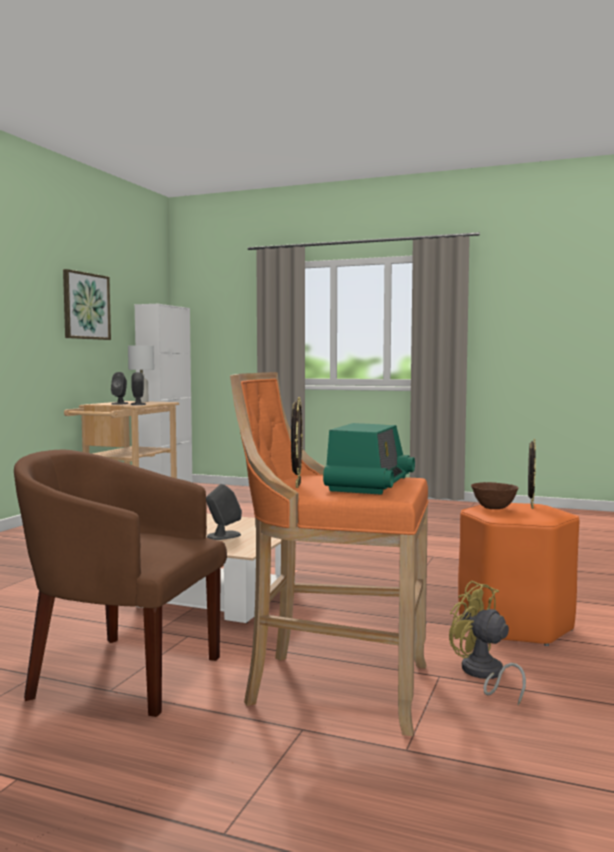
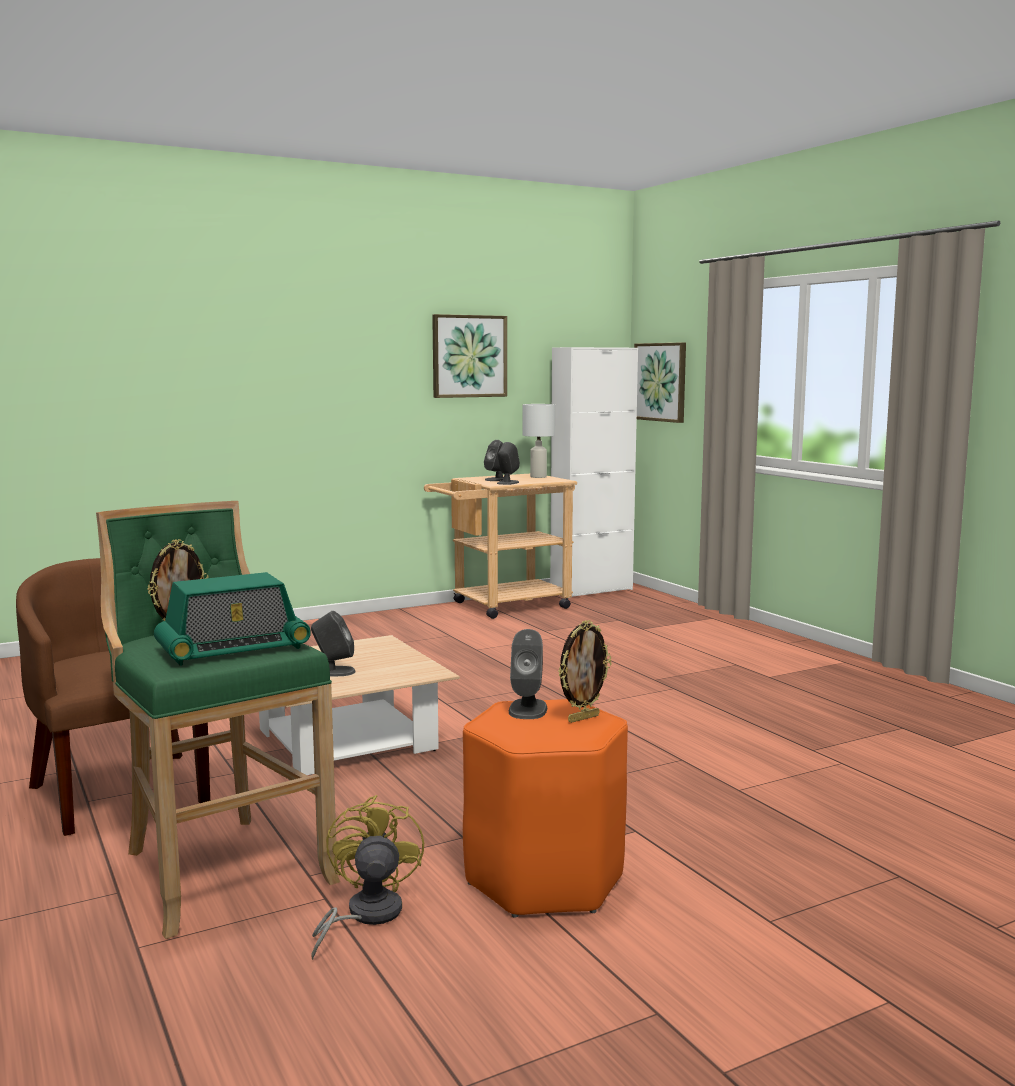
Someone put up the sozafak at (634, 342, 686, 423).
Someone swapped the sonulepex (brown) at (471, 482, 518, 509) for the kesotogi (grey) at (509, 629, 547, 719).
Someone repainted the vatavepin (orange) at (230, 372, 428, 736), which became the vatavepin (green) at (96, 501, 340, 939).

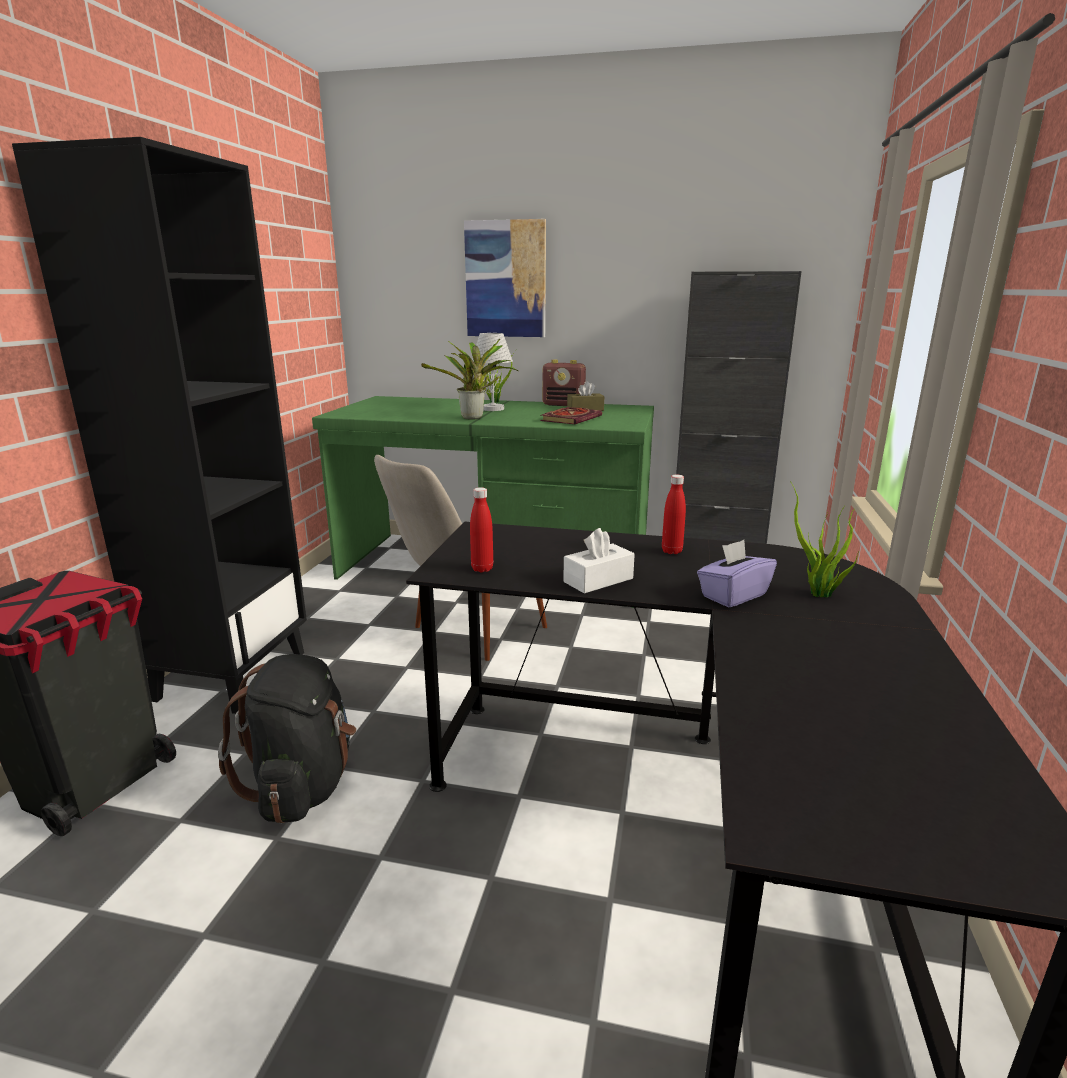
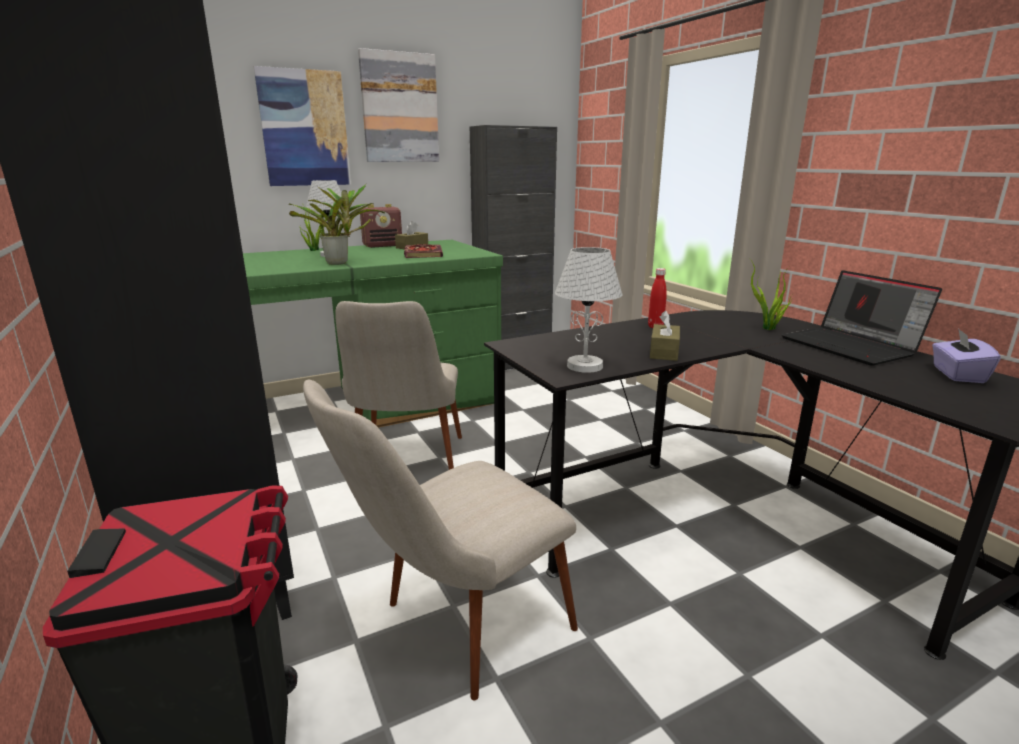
Someone put up the sozafak at (358, 48, 439, 162).
Someone put down the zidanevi at (782, 270, 942, 366).
Someone carried the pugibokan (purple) from (697, 540, 777, 608) to (932, 328, 1001, 383).
Someone swapped the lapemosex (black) at (218, 654, 356, 824) for the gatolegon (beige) at (303, 380, 578, 700).
Someone swapped the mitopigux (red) at (470, 487, 493, 572) for the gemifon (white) at (555, 247, 622, 373).
Someone repainted the pugibokan (white) at (563, 528, 635, 594), which became the pugibokan (brown) at (650, 311, 680, 361).

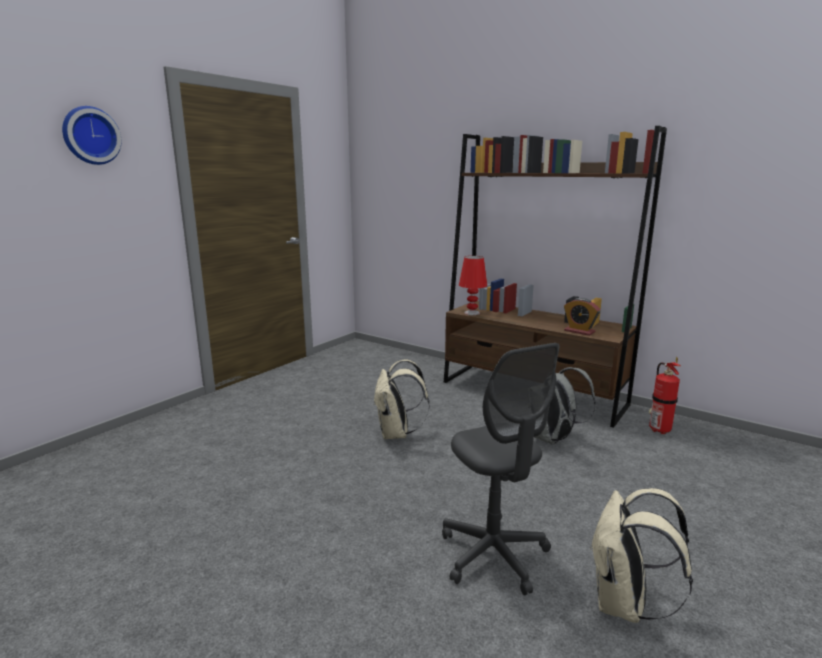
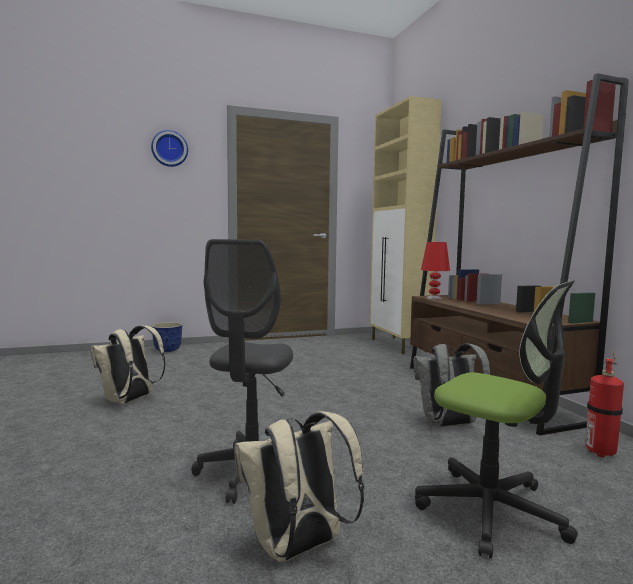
Someone took away the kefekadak at (564, 298, 600, 336).
Someone put down the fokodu at (152, 322, 182, 352).
Someone put down the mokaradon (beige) at (370, 96, 442, 354).
Someone put down the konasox at (415, 280, 578, 559).
Someone carried the lapemosex (beige) from (373, 359, 430, 439) to (90, 325, 166, 404).

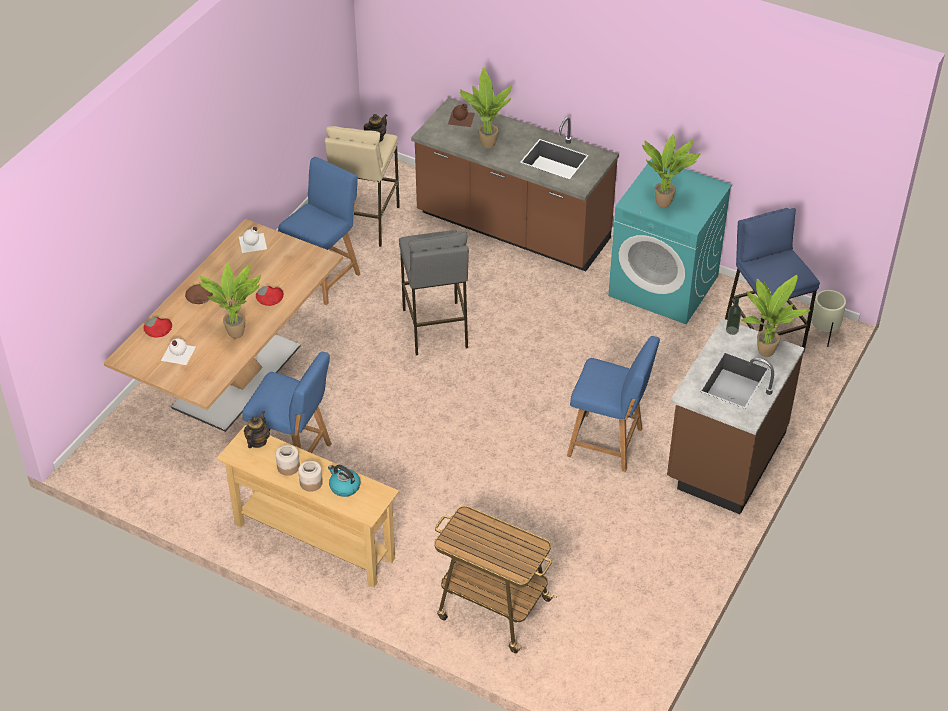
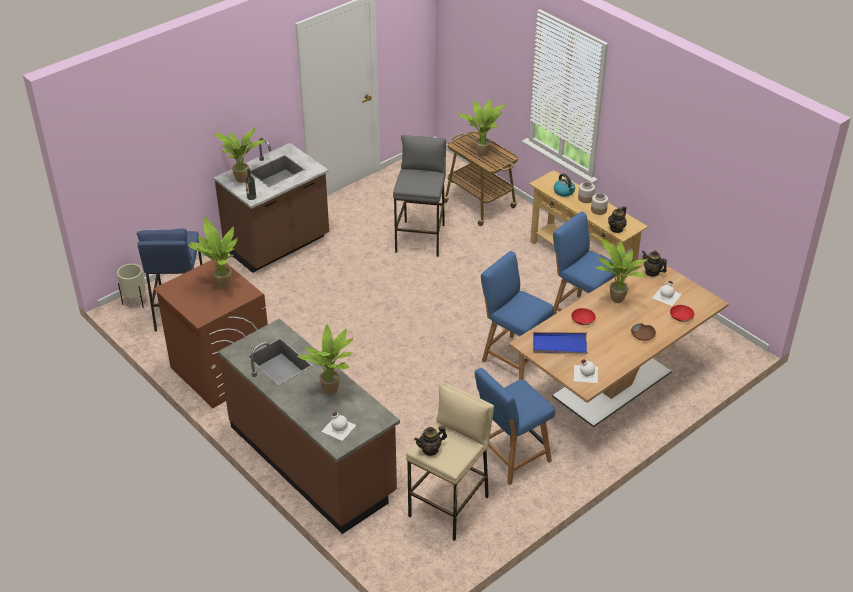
Someone put down the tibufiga at (458, 99, 507, 156).
Someone put down the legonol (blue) at (533, 332, 588, 354).
Someone put down the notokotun at (642, 250, 667, 277).
Someone carried the vatavepin (grey) from (399, 230, 469, 356) to (393, 135, 446, 257).
Someone carried the gatolegon (blue) from (567, 336, 660, 472) to (481, 251, 554, 380).
Someone repainted the mitopigux (brown) at (448, 104, 475, 127), which became the mitopigux (white) at (321, 412, 356, 441).
Someone repainted the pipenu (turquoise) at (608, 158, 732, 324), which became the pipenu (brown) at (153, 258, 268, 408).

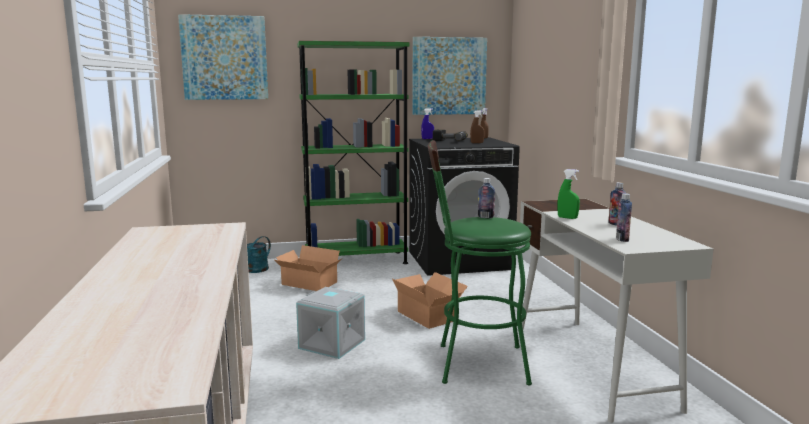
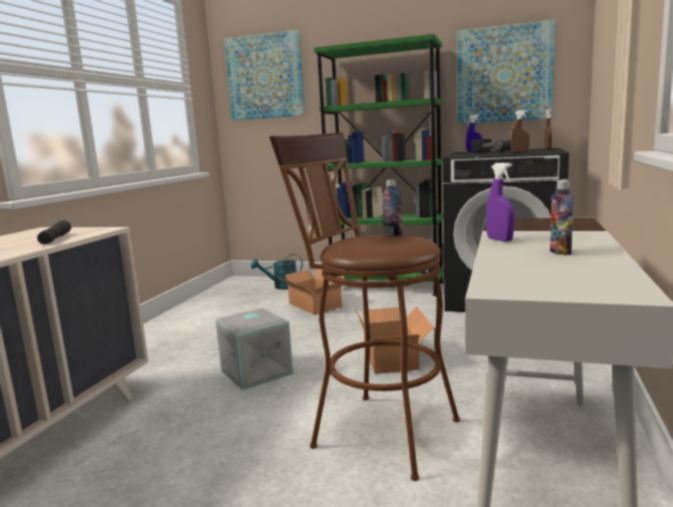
Someone took away the mitopigux at (616, 193, 632, 242).
Someone put down the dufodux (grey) at (37, 220, 71, 244).
Someone repainted the vatavepin (green) at (428, 140, 532, 386), which became the vatavepin (brown) at (269, 132, 460, 481).
Someone repainted the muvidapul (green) at (557, 169, 580, 219), which became the muvidapul (purple) at (486, 163, 515, 241).

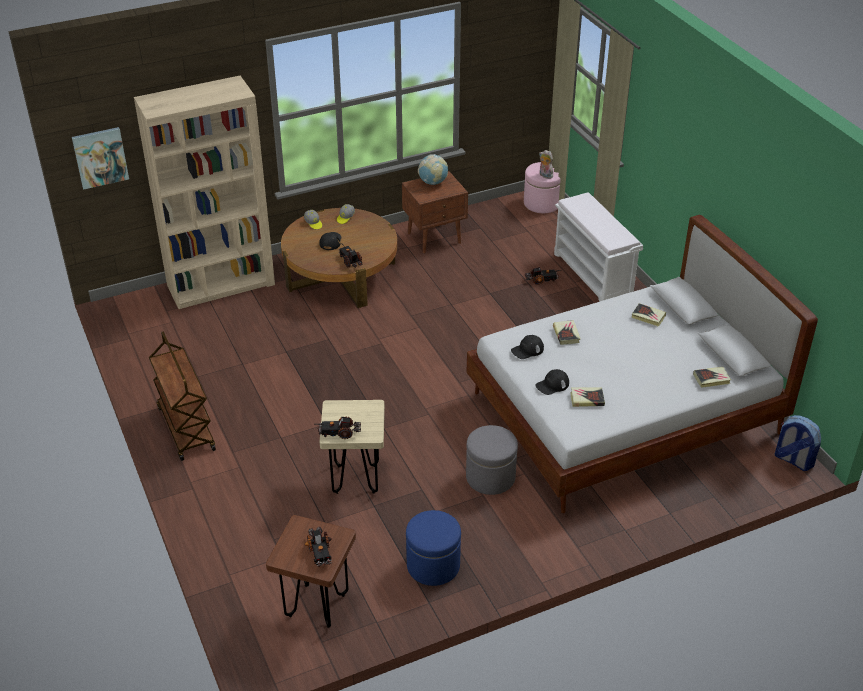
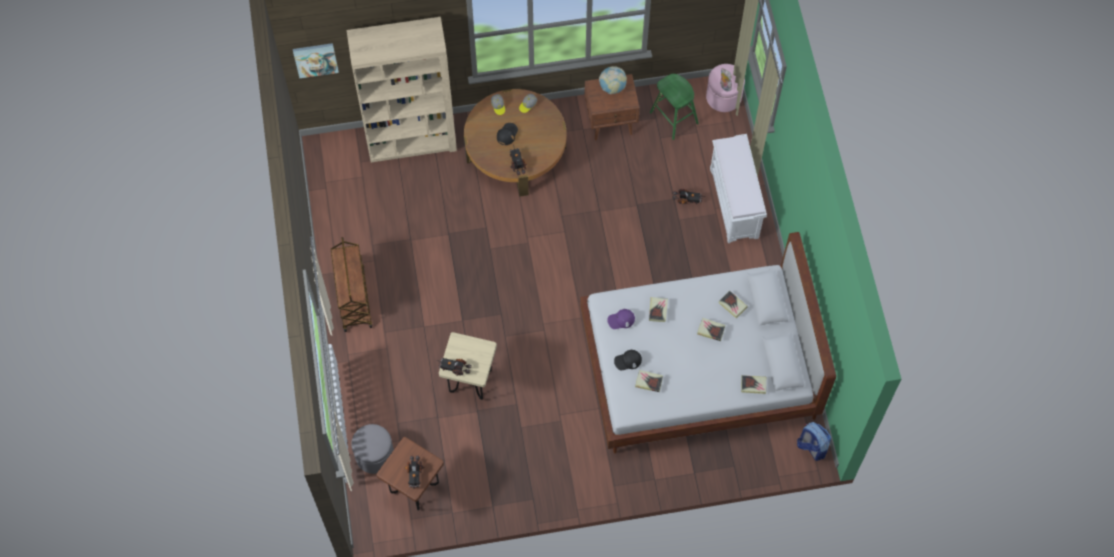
Someone took away the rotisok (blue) at (406, 510, 461, 586).
Someone put down the vatavepin (green) at (650, 74, 699, 140).
Someone put down the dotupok at (697, 318, 725, 341).
Someone carried the rotisok (grey) from (466, 425, 518, 495) to (351, 424, 394, 474).
Someone repainted the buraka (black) at (511, 335, 544, 359), which became the buraka (purple) at (607, 309, 635, 329).

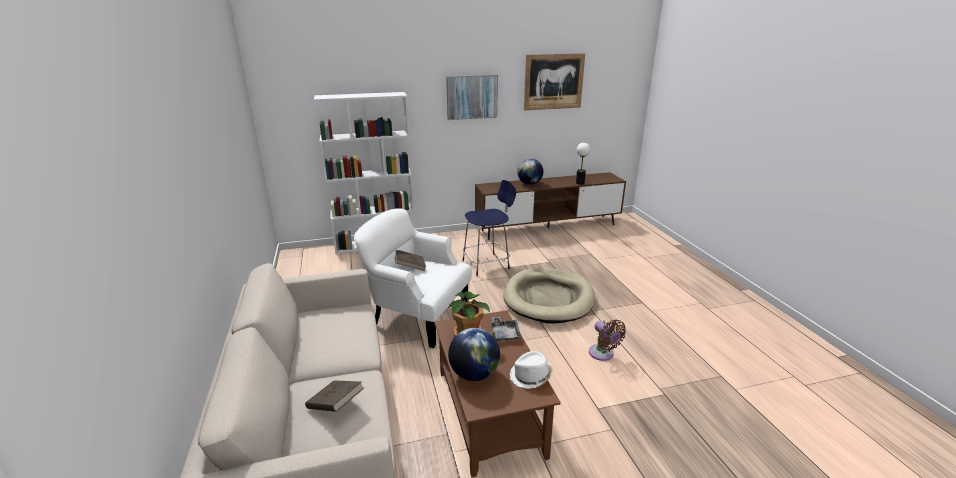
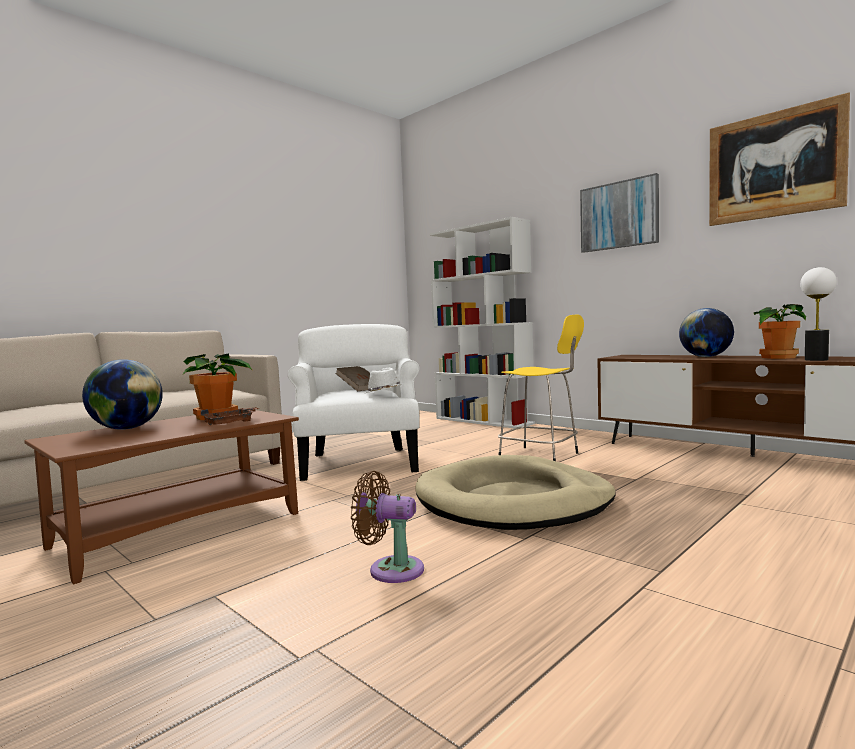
Someone took away the dotupok (brown) at (305, 380, 364, 412).
Someone put down the tibufiga at (754, 304, 806, 359).
Someone carried the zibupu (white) from (510, 351, 553, 389) to (366, 368, 402, 393).
Someone repainted the vatavepin (blue) at (462, 180, 516, 276), which became the vatavepin (yellow) at (498, 315, 584, 461).
Someone repainted the legonol (grey) at (491, 317, 521, 342), which became the legonol (brown) at (201, 407, 259, 425).
Someone rotated the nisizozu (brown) at (589, 320, 626, 361) by 75 degrees clockwise.

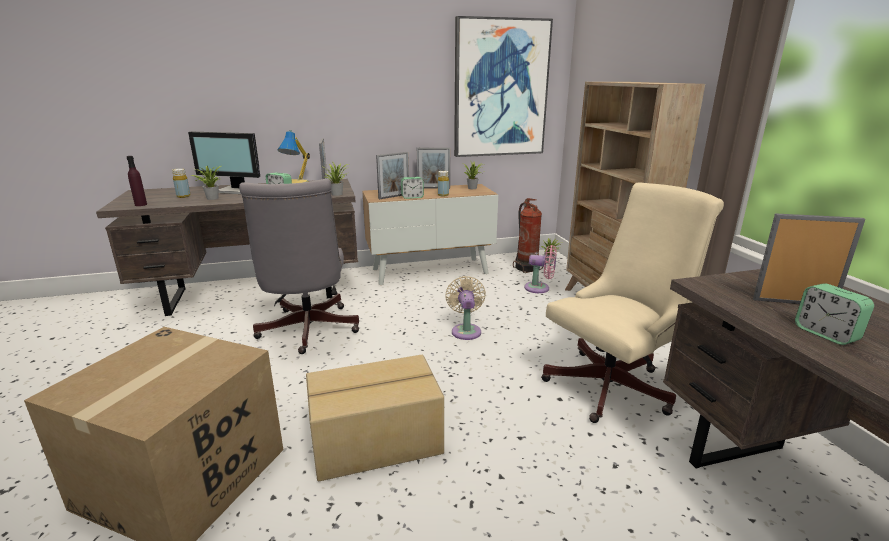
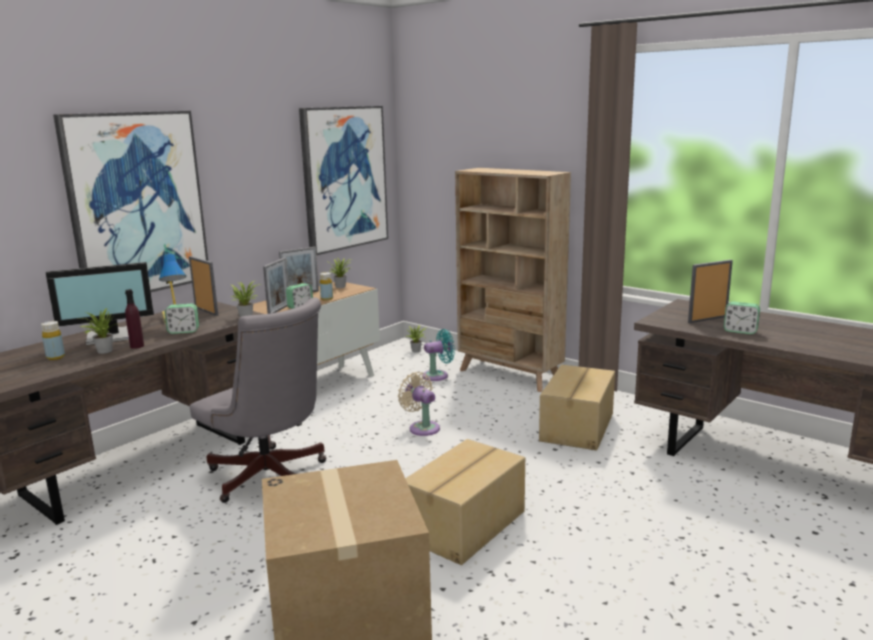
Someone took away the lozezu at (513, 198, 543, 273).
Someone put up the sozafak at (53, 111, 208, 292).
Someone carried the mitopigux (purple) from (127, 156, 147, 206) to (125, 289, 144, 349).
Someone swapped the konasox (beige) at (541, 183, 724, 423) for the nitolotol at (539, 365, 615, 450).
Someone repainted the nisizozu (pink) at (524, 245, 557, 293), which became the nisizozu (turquoise) at (423, 329, 455, 381).

